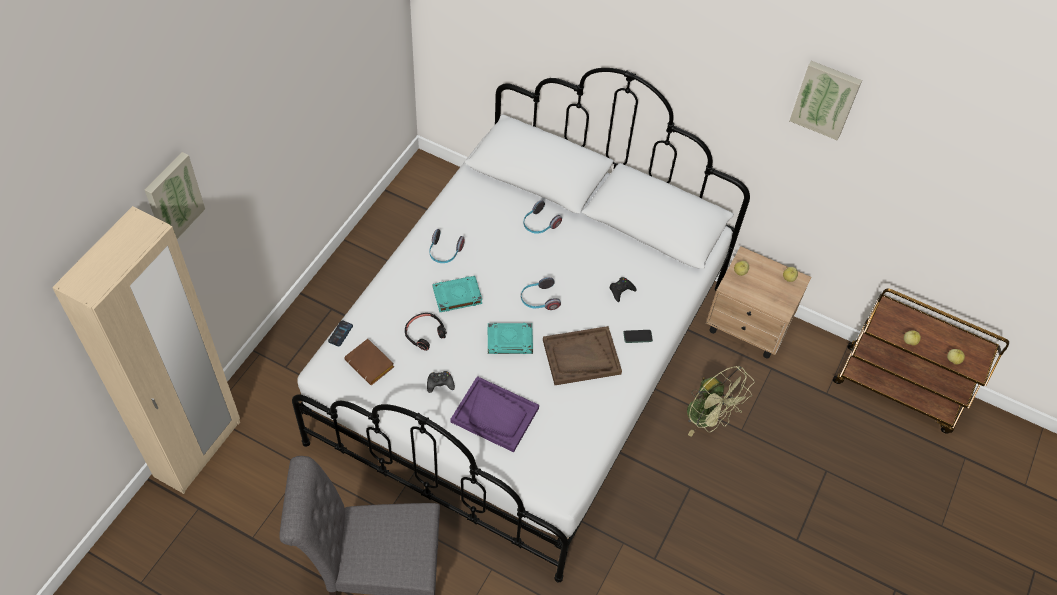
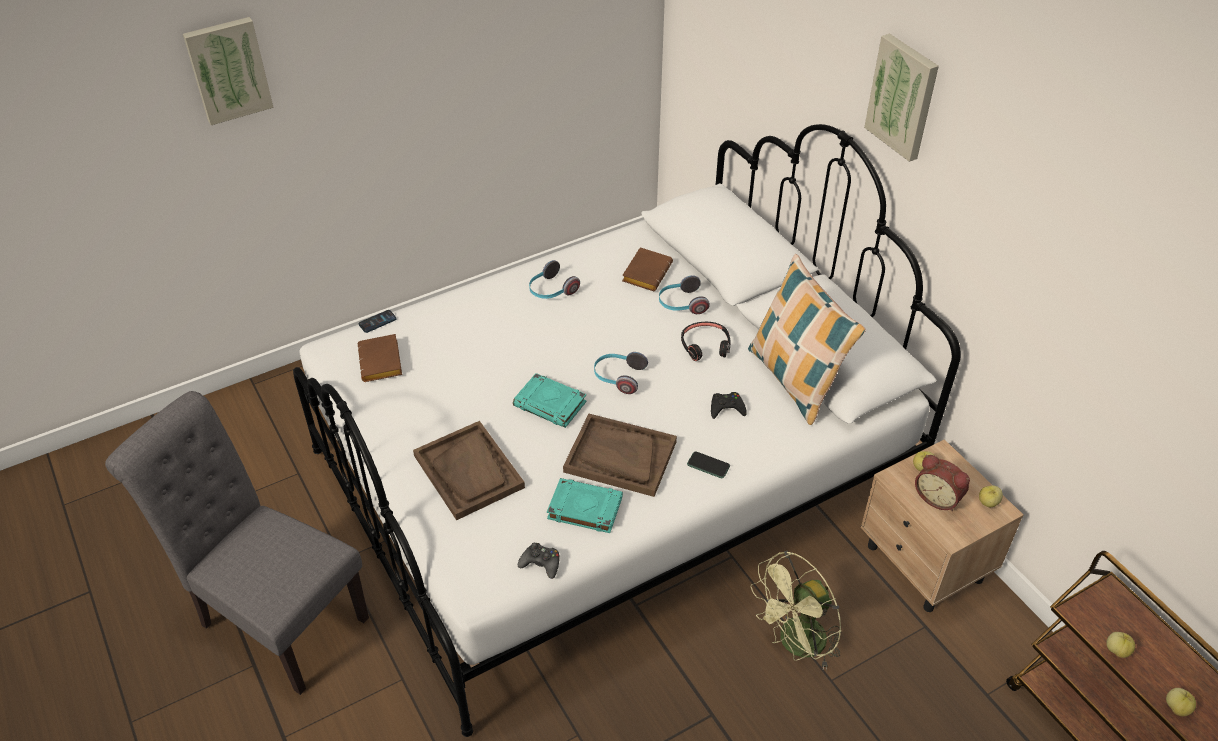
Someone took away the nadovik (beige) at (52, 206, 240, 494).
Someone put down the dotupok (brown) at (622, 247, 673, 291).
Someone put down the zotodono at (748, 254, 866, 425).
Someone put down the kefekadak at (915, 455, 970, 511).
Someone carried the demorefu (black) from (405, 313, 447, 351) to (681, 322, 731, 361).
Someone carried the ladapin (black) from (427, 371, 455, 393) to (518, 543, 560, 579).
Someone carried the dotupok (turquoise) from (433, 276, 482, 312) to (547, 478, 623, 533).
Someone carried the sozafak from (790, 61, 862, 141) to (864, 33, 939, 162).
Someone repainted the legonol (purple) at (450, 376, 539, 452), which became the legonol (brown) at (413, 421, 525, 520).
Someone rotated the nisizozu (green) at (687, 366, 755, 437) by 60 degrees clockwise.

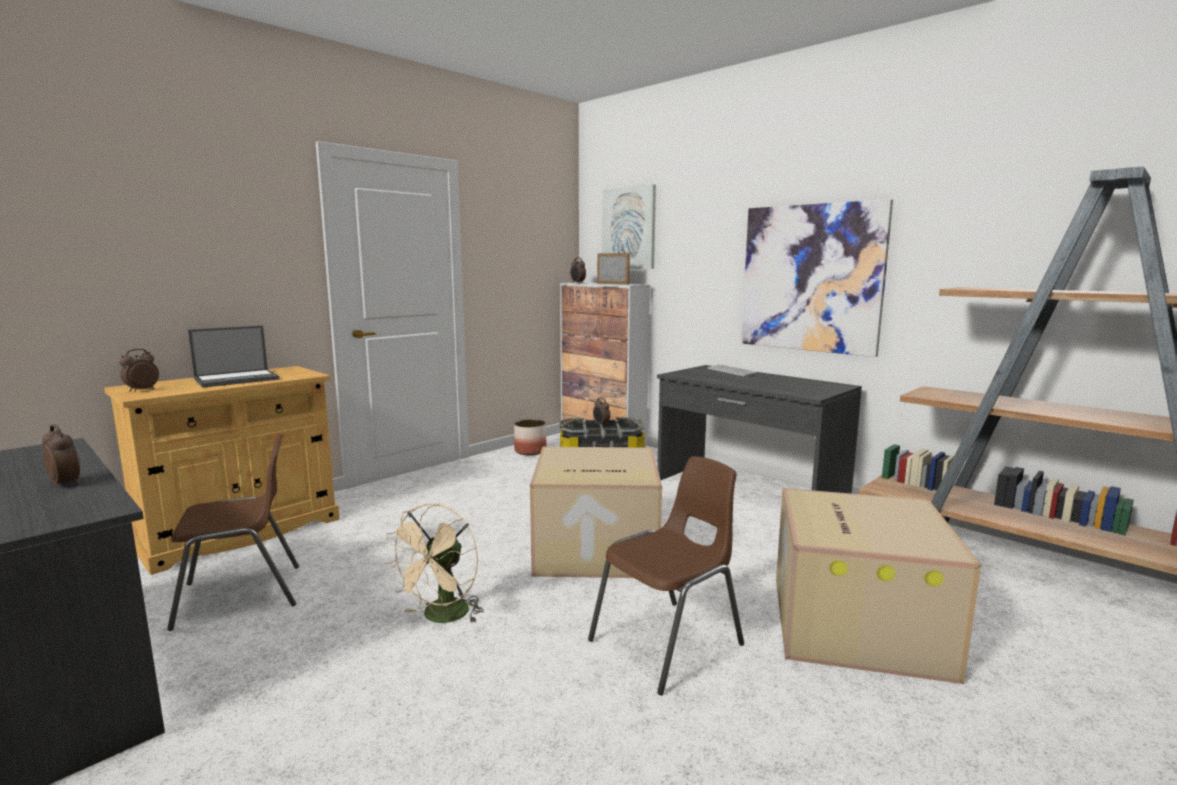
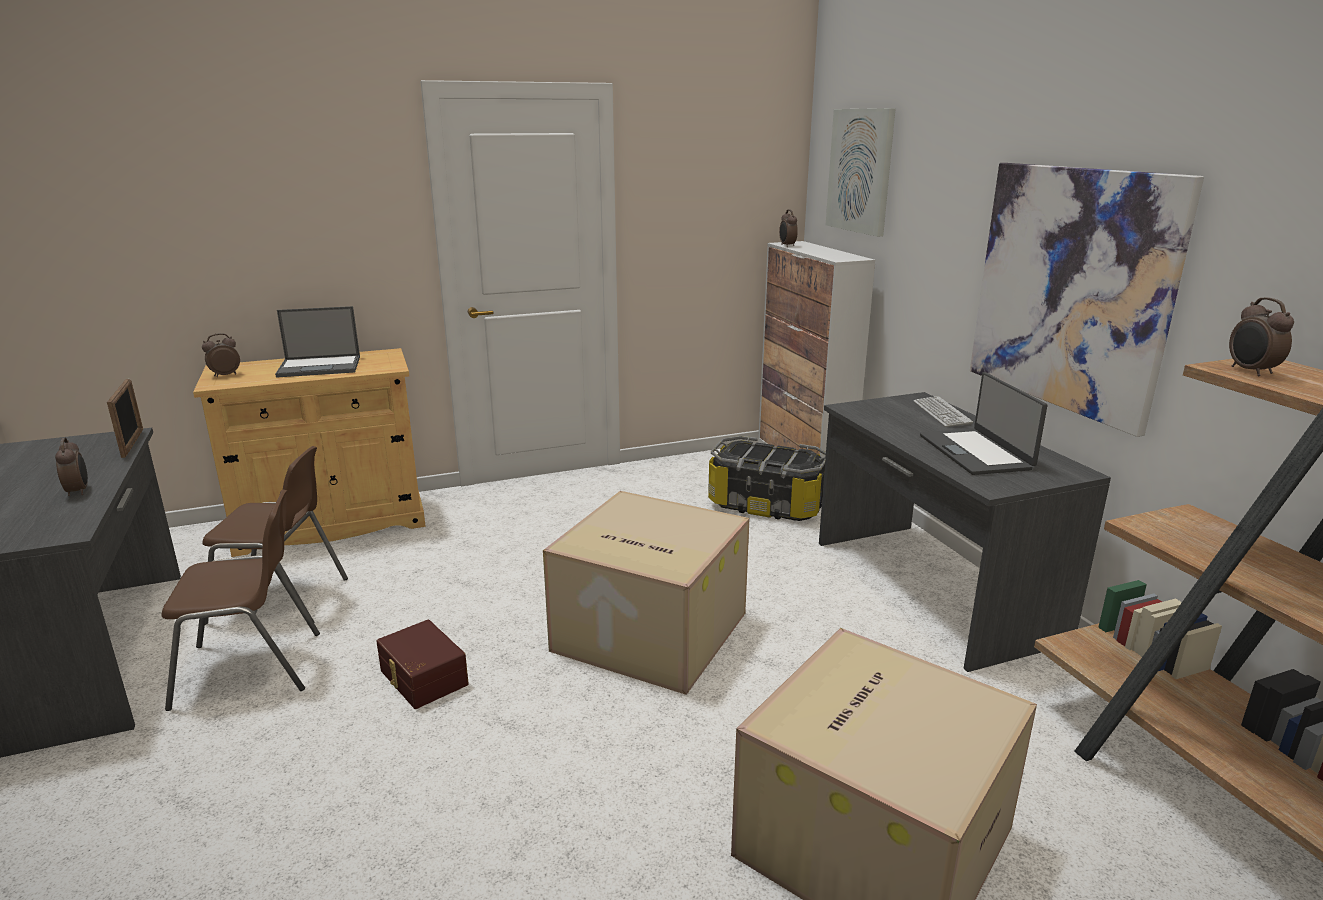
Someone took away the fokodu at (514, 419, 547, 455).
Someone put down the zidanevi at (920, 372, 1047, 475).
Someone carried the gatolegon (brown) from (588, 456, 744, 695) to (162, 490, 320, 711).
Someone carried the kefekadak from (593, 397, 610, 426) to (1229, 297, 1294, 377).
Someone carried the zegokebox from (597, 253, 630, 285) to (107, 379, 143, 458).
Someone swapped the nisizozu (beige) at (384, 503, 484, 623) for the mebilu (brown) at (376, 619, 469, 709).

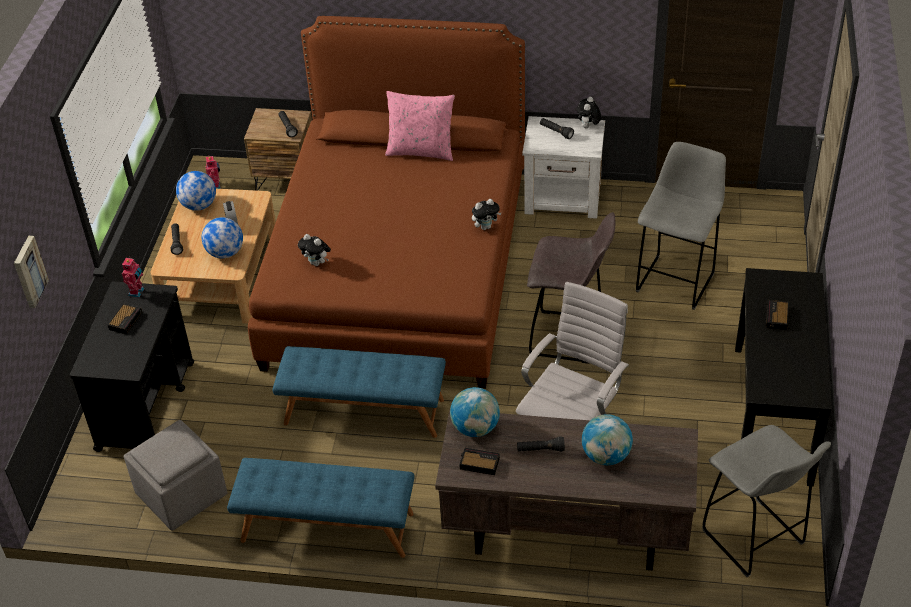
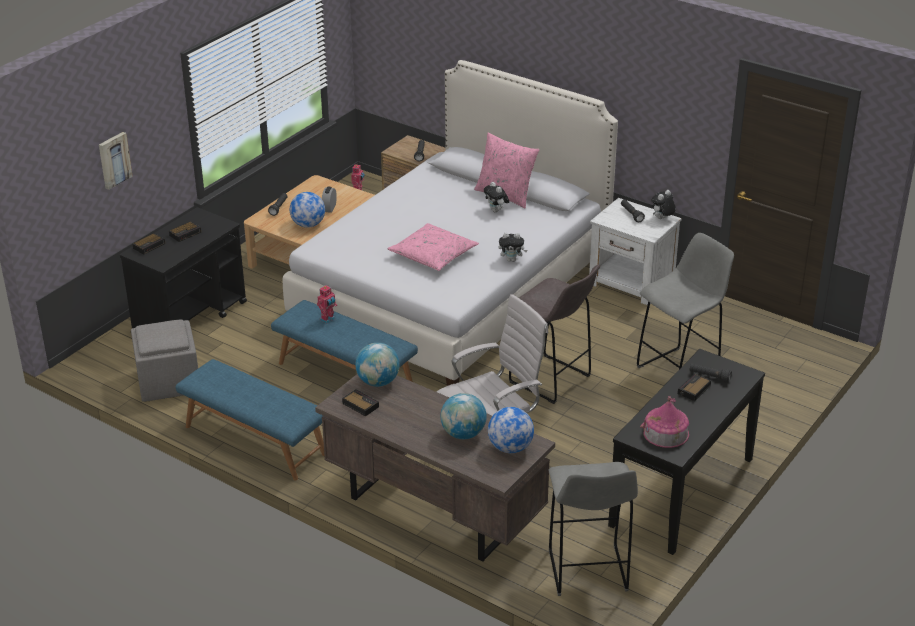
Someone put down the kefekadak at (133, 233, 165, 255).
Someone put down the zotodono (pink) at (387, 223, 479, 271).
Someone put down the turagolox at (640, 396, 689, 448).
Someone carried the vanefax from (122, 258, 144, 298) to (317, 285, 337, 324).
Someone carried the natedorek from (176, 171, 216, 211) to (488, 407, 534, 453).
Someone carried the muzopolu from (298, 234, 331, 266) to (484, 182, 509, 213).
Someone carried the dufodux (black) from (517, 436, 565, 452) to (690, 363, 732, 383).
Someone repainted the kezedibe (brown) at (248, 16, 525, 389), which became the kezedibe (white) at (283, 60, 618, 386).

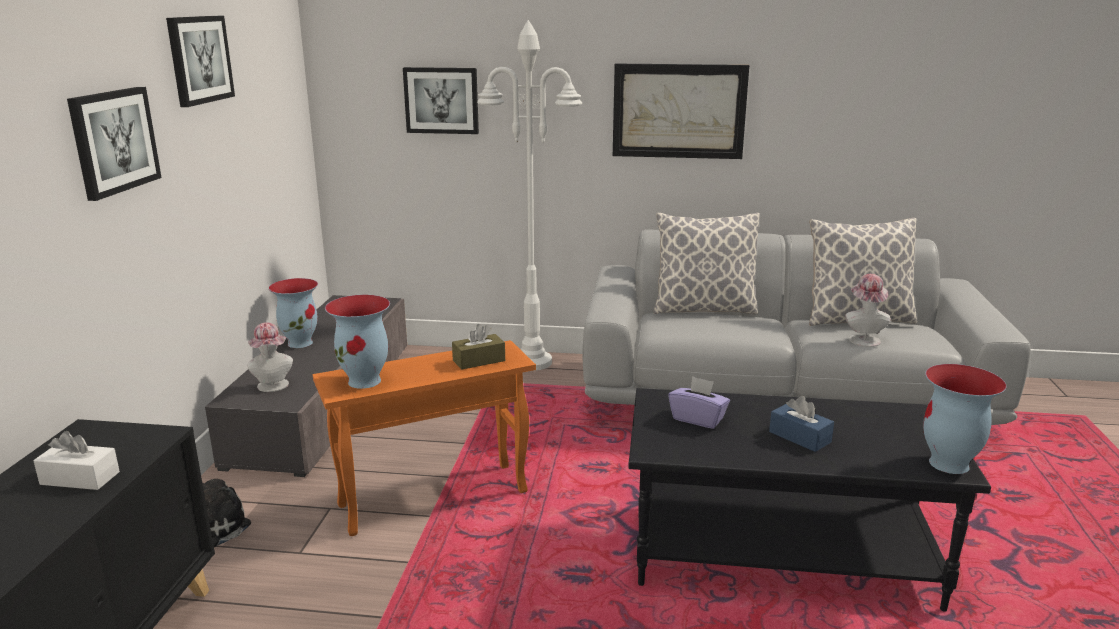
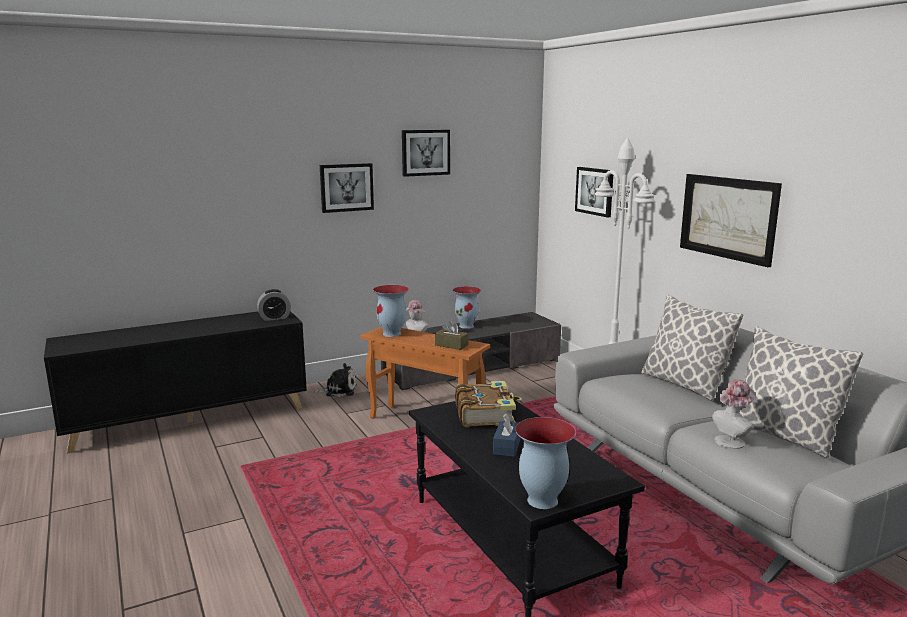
Someone took away the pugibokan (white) at (33, 431, 120, 490).
Someone put down the kefekadak at (257, 289, 291, 321).
Someone swapped the pugibokan (purple) at (668, 376, 730, 429) for the dotupok at (455, 381, 522, 427).

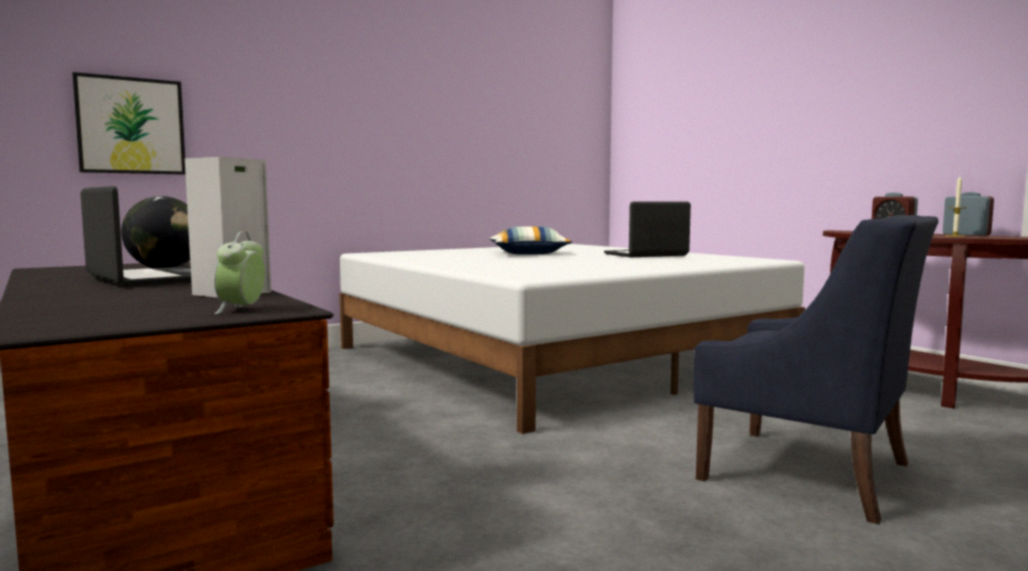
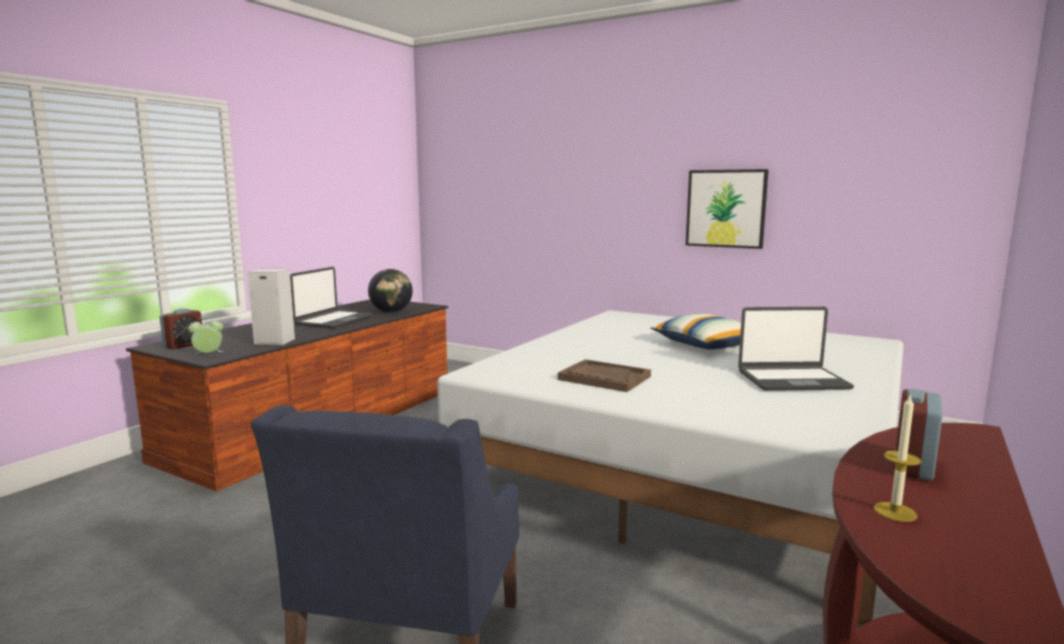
Someone put down the legonol (brown) at (558, 359, 651, 392).
Someone carried the sozafak from (72, 72, 185, 175) to (686, 169, 769, 249).
Someone carried the kefekadak from (943, 192, 994, 236) to (160, 308, 202, 350).
Someone rotated the zidanevi at (604, 201, 691, 257) by 135 degrees clockwise.

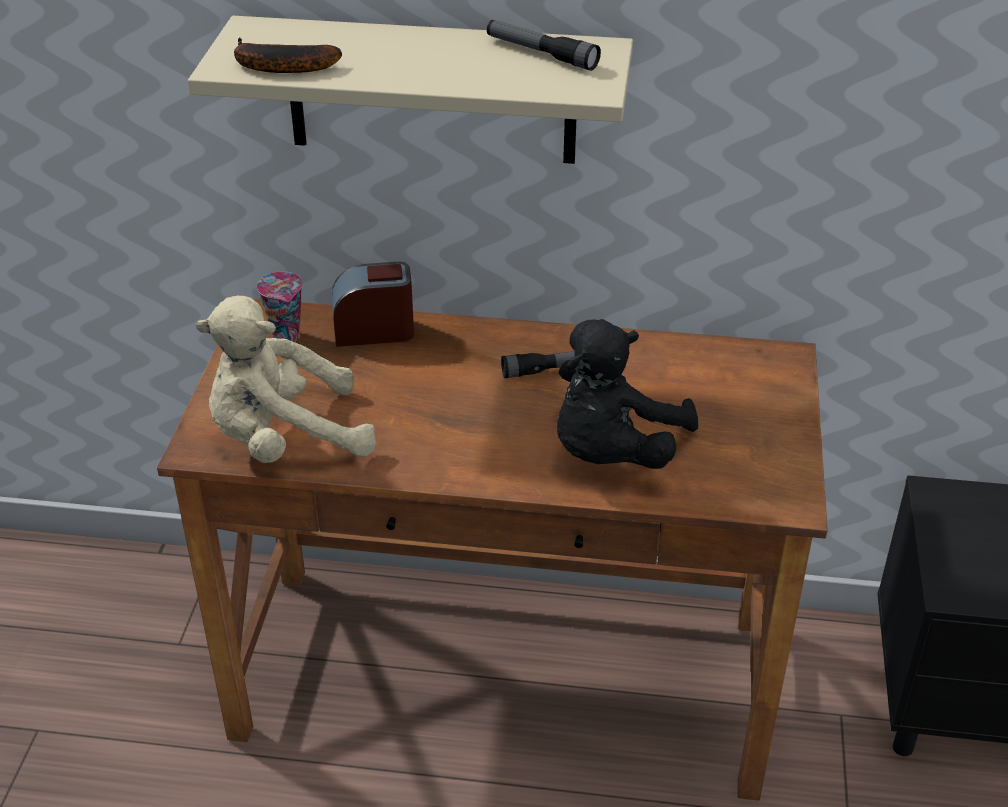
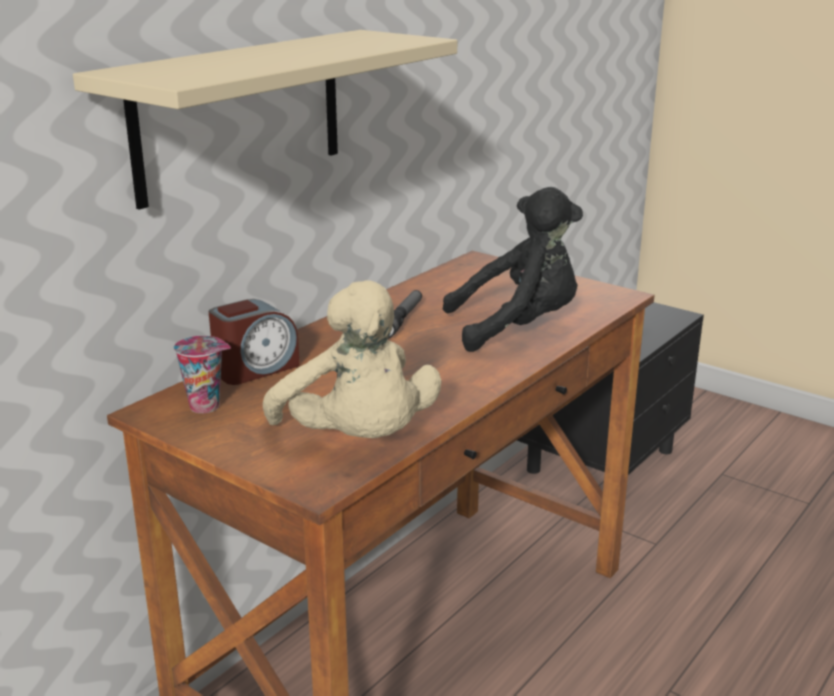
Someone took away the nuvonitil at (234, 37, 342, 73).
Someone took away the dufodux at (487, 20, 601, 71).
Someone rotated the muzopolu (beige) at (196, 296, 376, 463) by 45 degrees counterclockwise.
Someone rotated the kefekadak at (332, 262, 414, 347) by 150 degrees counterclockwise.
Someone rotated the muzopolu (black) at (557, 319, 698, 469) by 75 degrees counterclockwise.

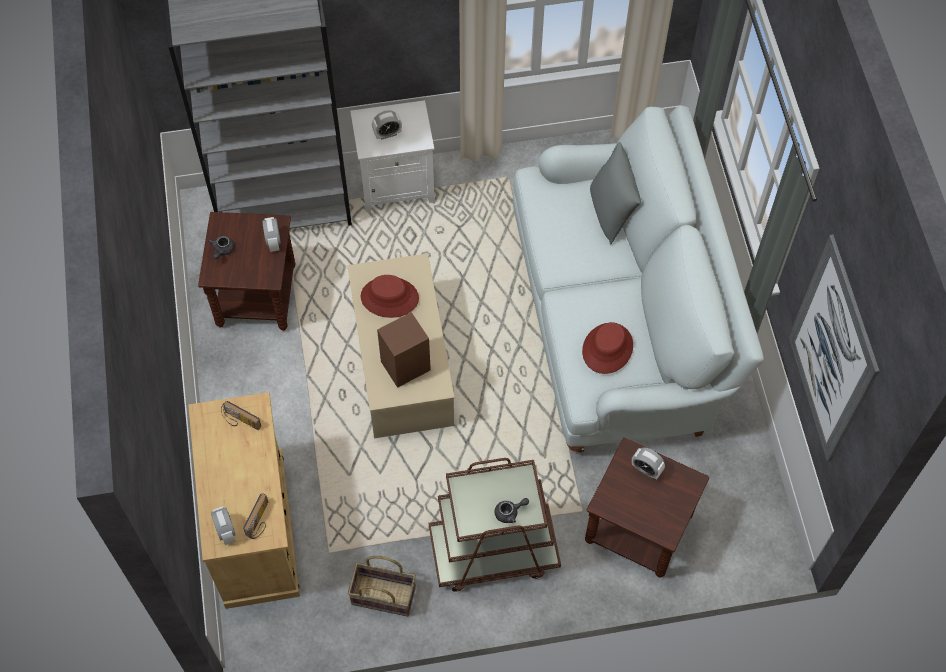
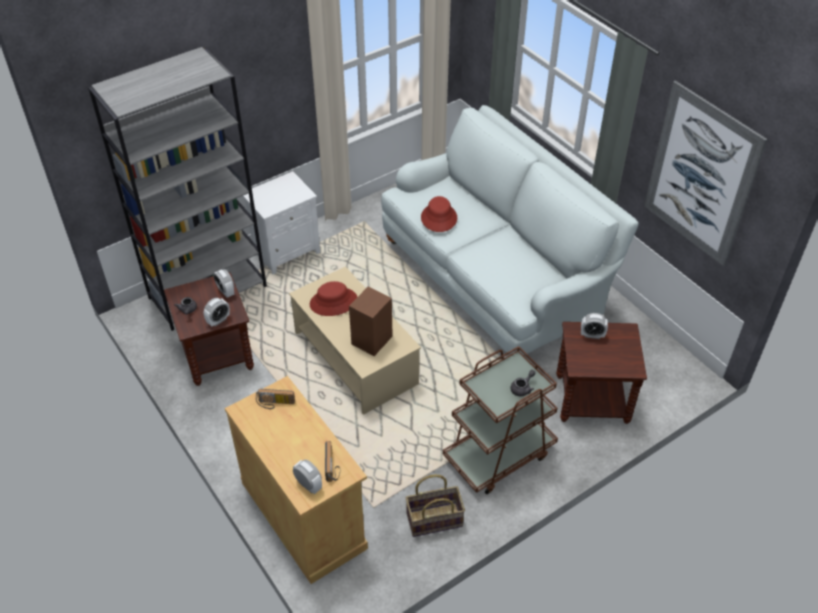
Someone took away the zotodono (grey) at (590, 142, 641, 245).
Someone carried the kefekadak from (372, 110, 402, 140) to (204, 298, 230, 327).
Someone carried the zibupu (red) from (582, 322, 633, 374) to (421, 196, 457, 232).

